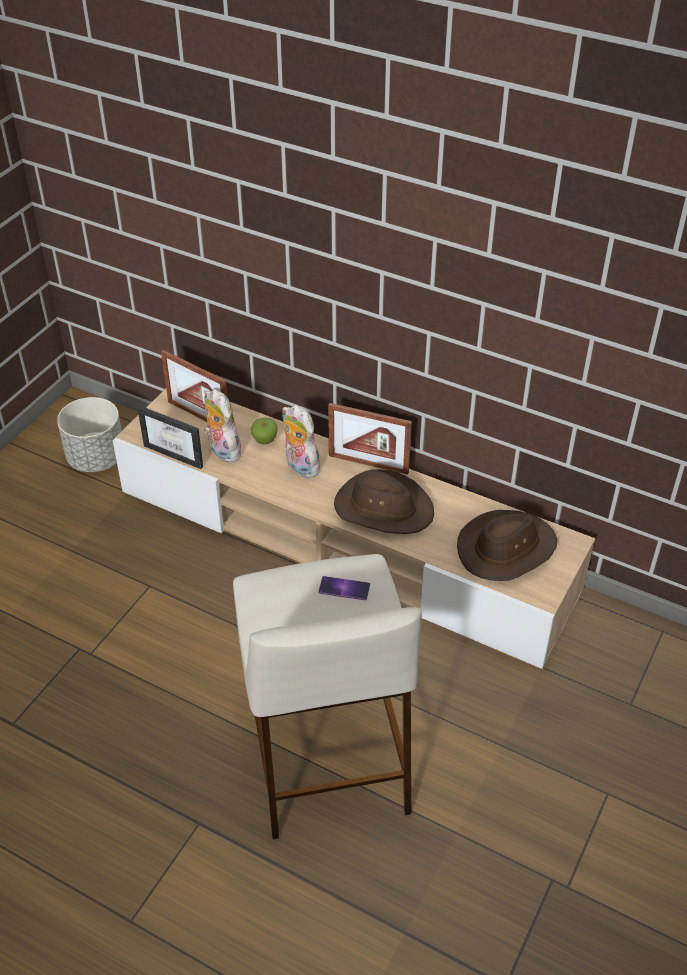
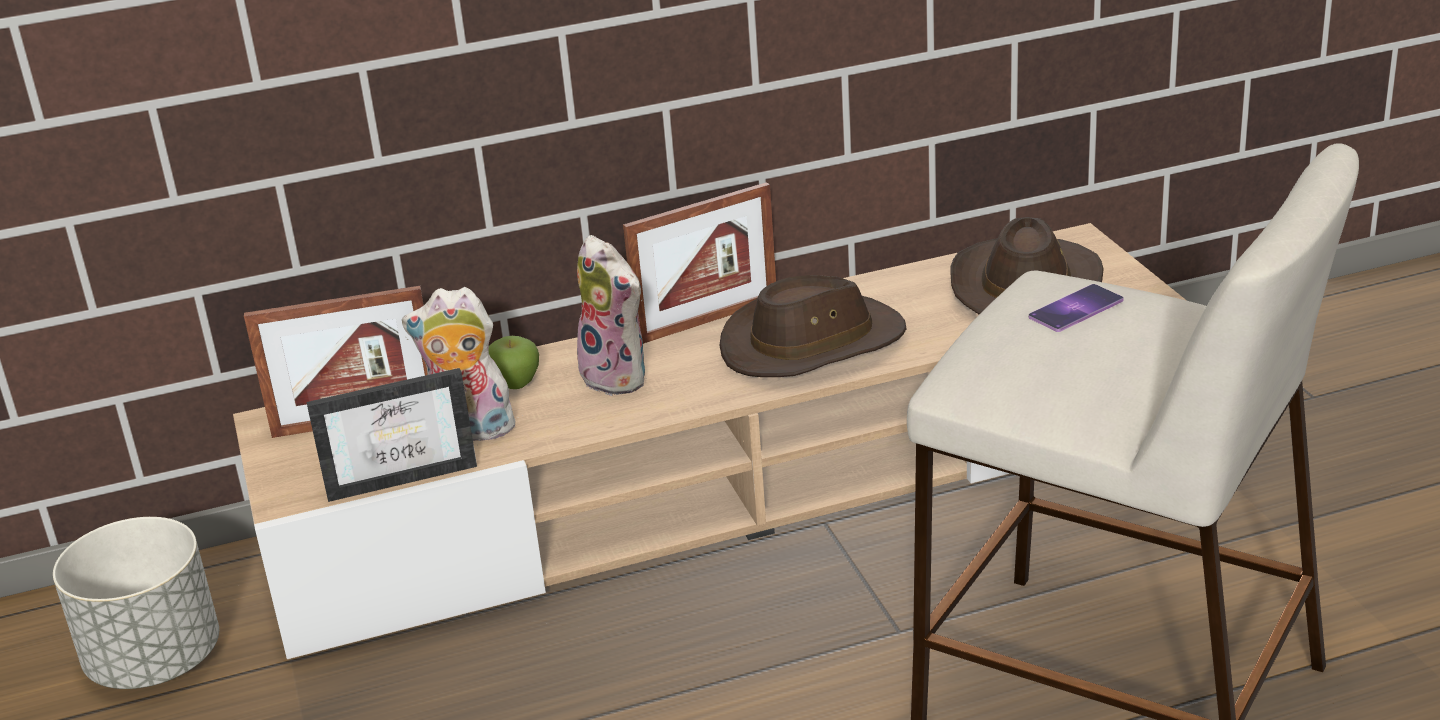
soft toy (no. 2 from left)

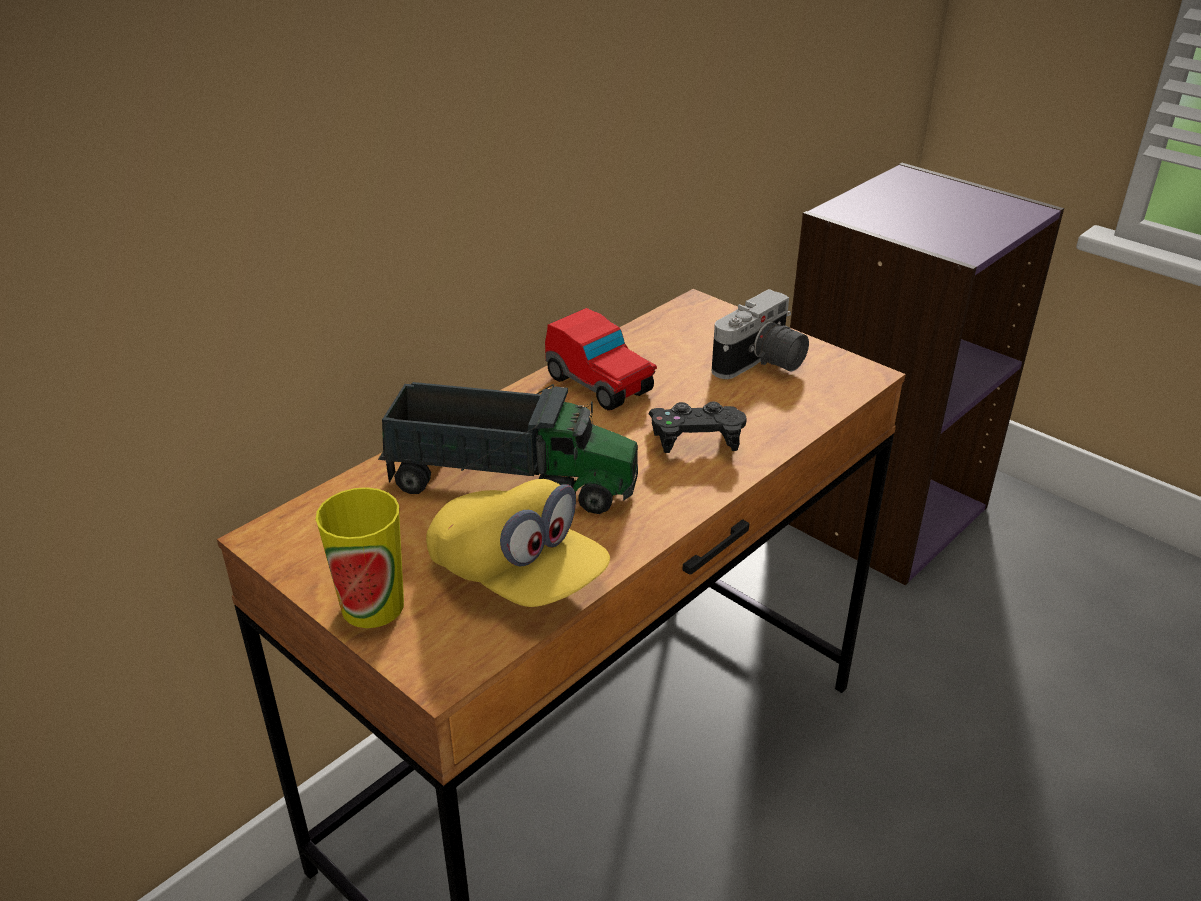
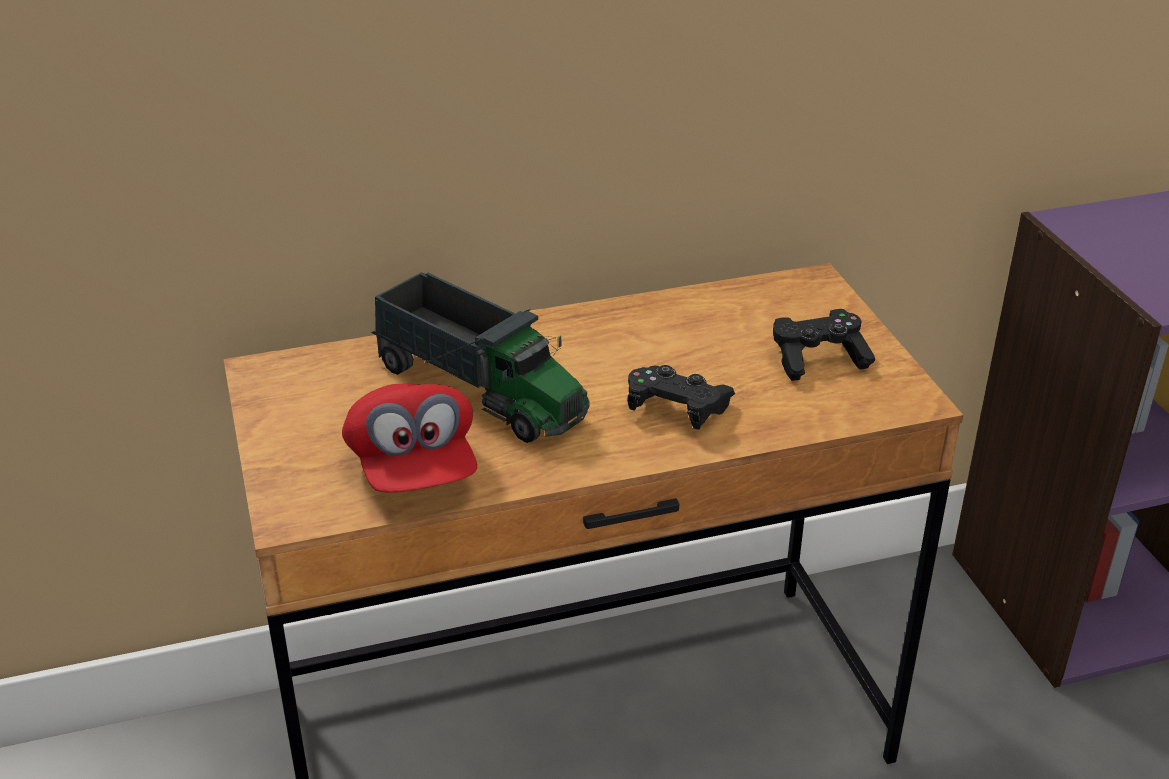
red-coloured peaked cap; black-coloured joypad (no. 2 from left); cup; toy car

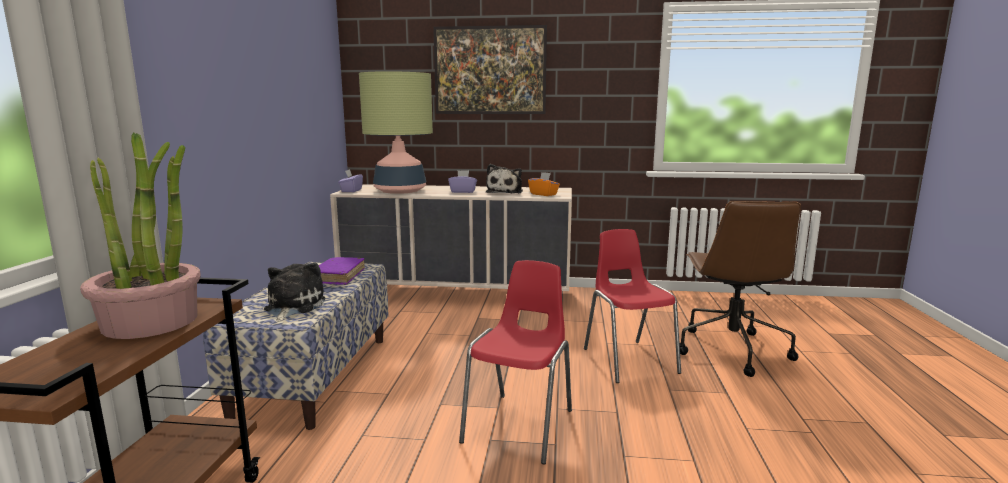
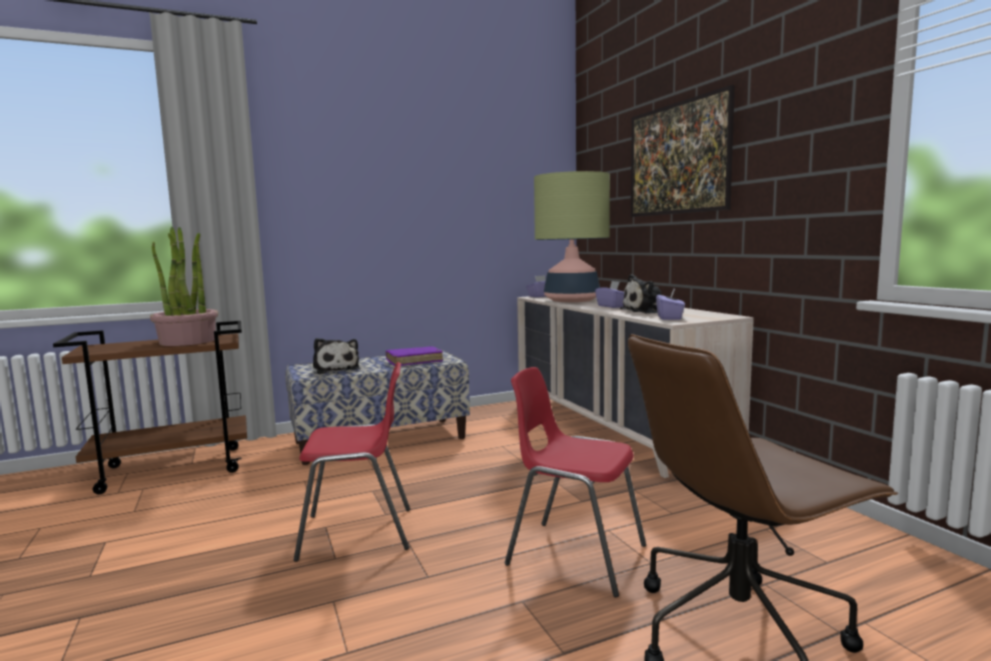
soft toy (no. 1 from left); red-coloured upright chair (no. 2 from left); purple-coloured tissue holder (no. 3 from left)

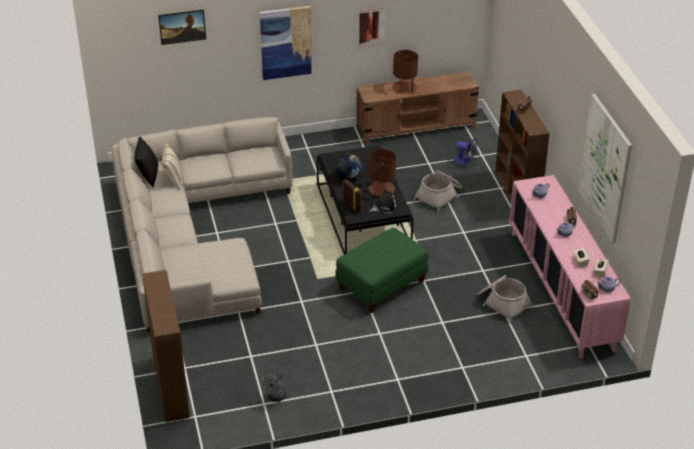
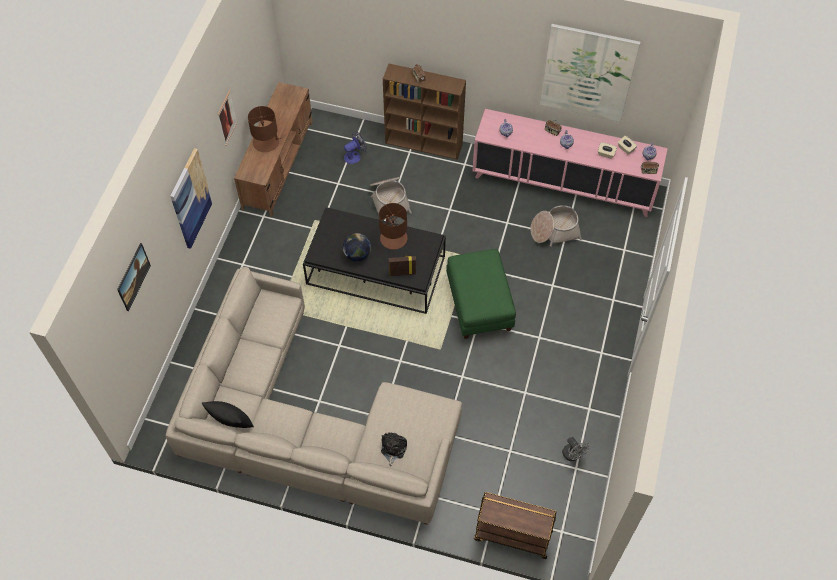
soft toy; brownish wheeled cart; sand-coloured pillow

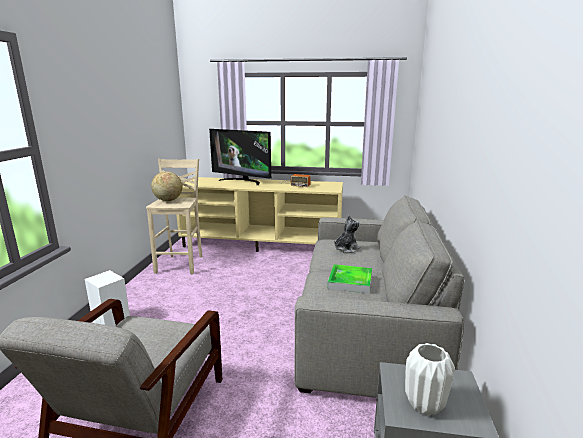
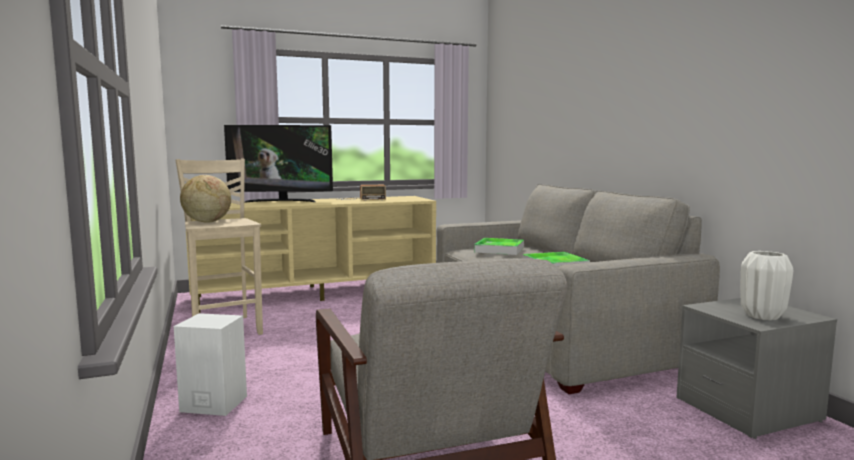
tray (no. 1 from left)

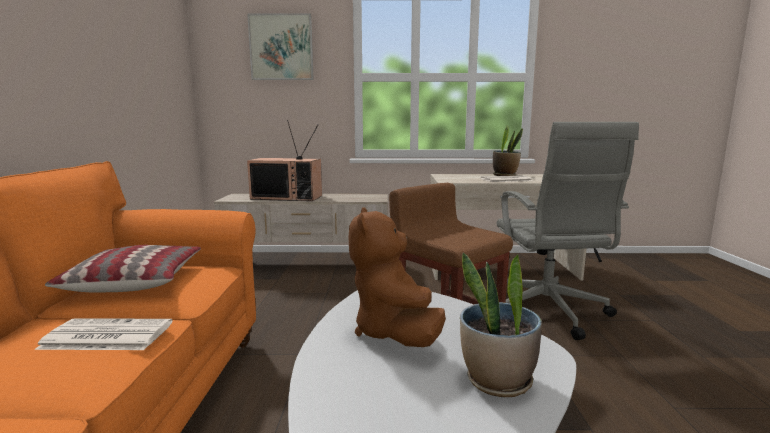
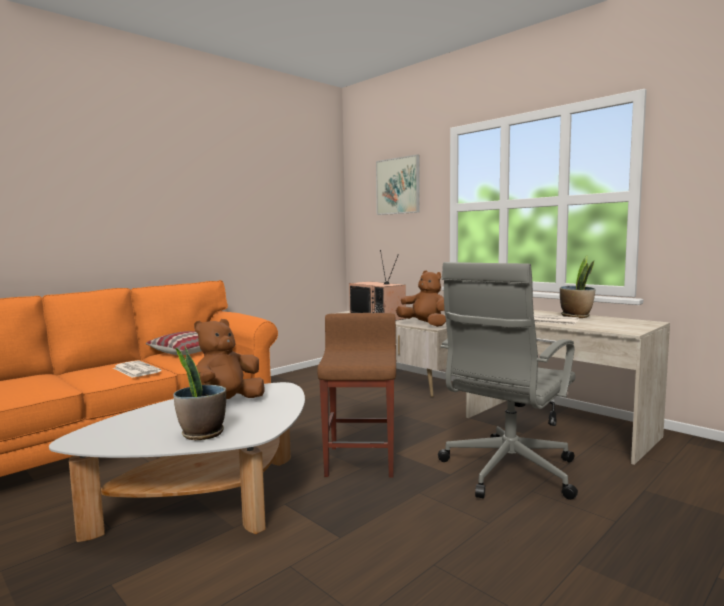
brownish soft toy (no. 2 from left)

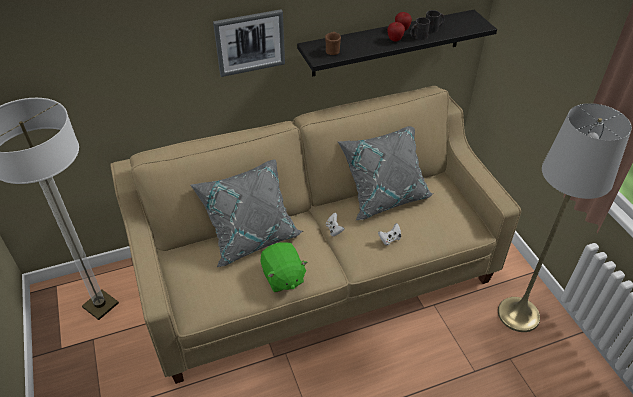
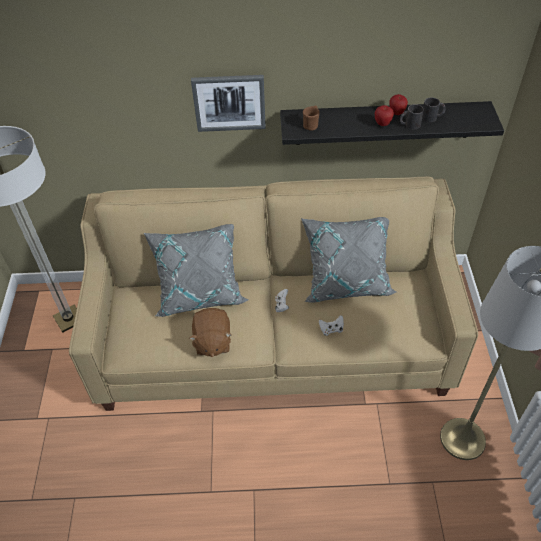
brownish soft toy

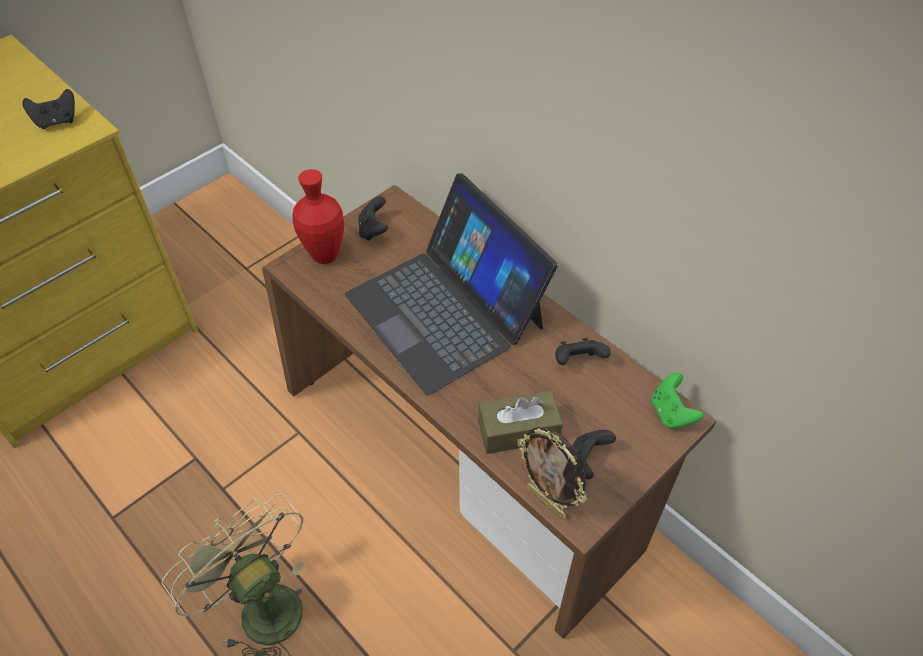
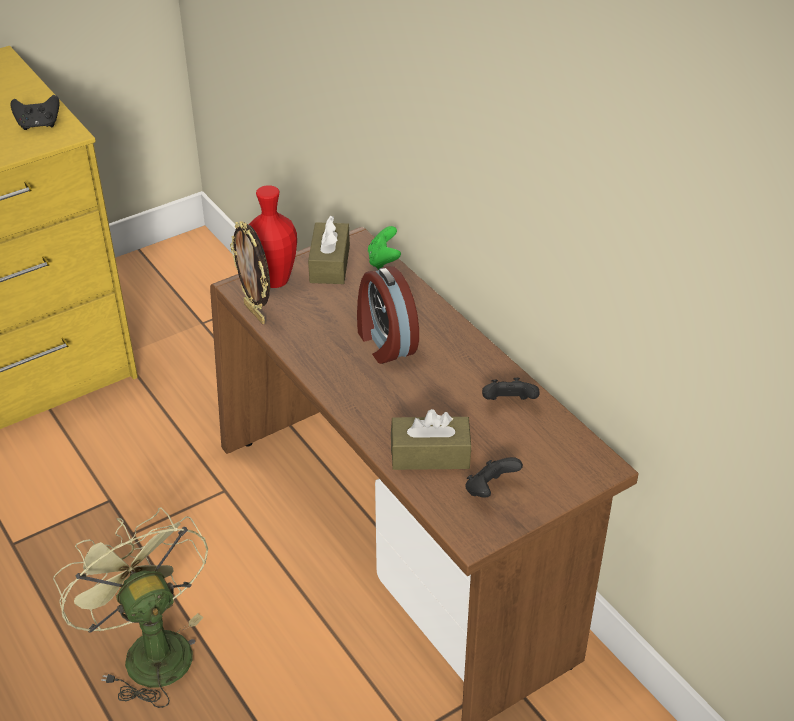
photo frame; brownish tissue holder (no. 1 from left); table clock; greenish joypad

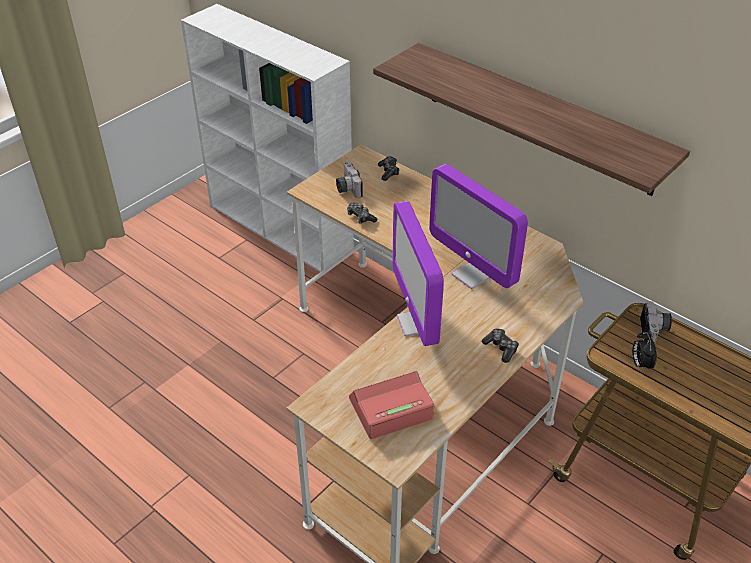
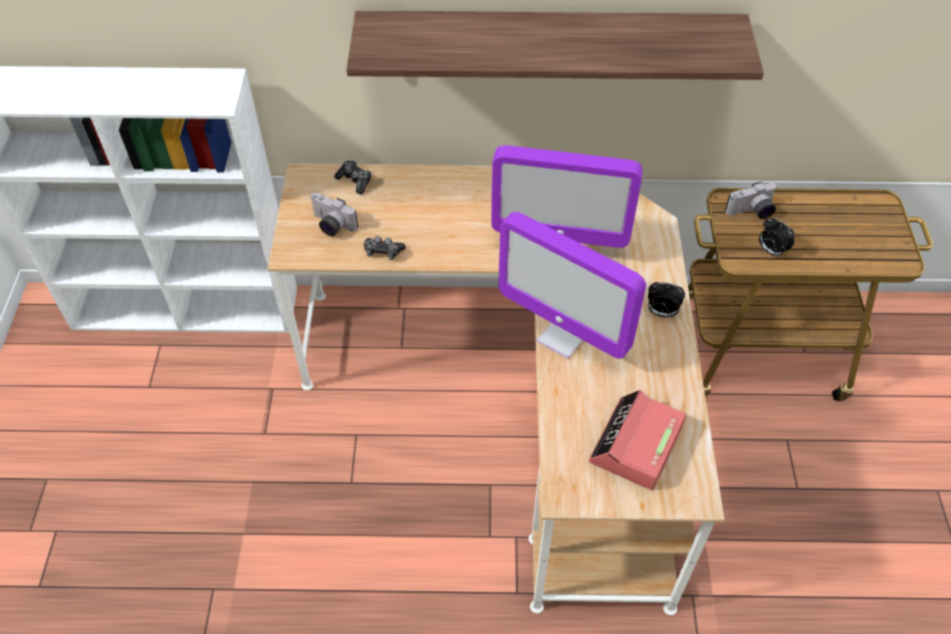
table clock (no. 2 from left); still camera (no. 2 from left)

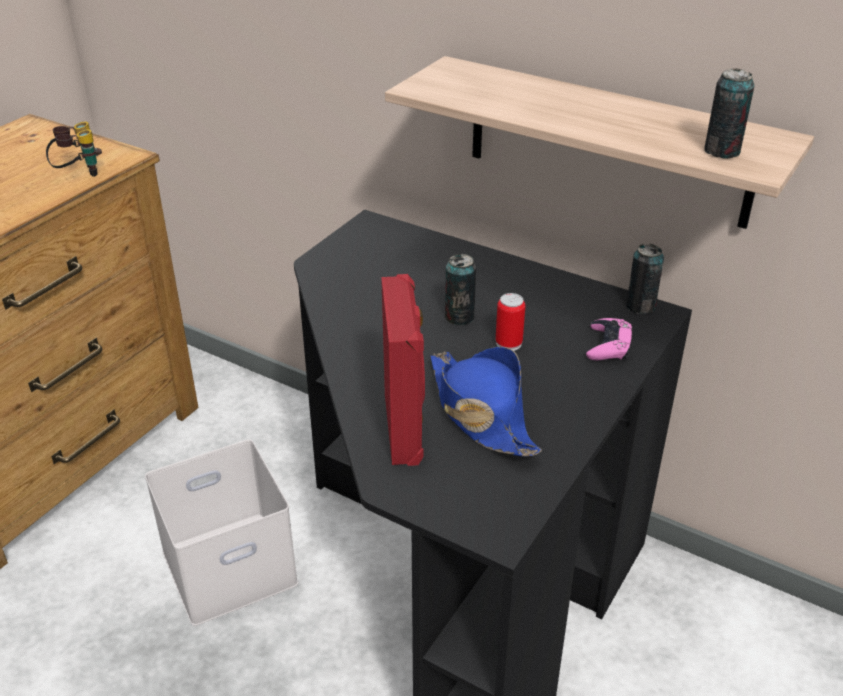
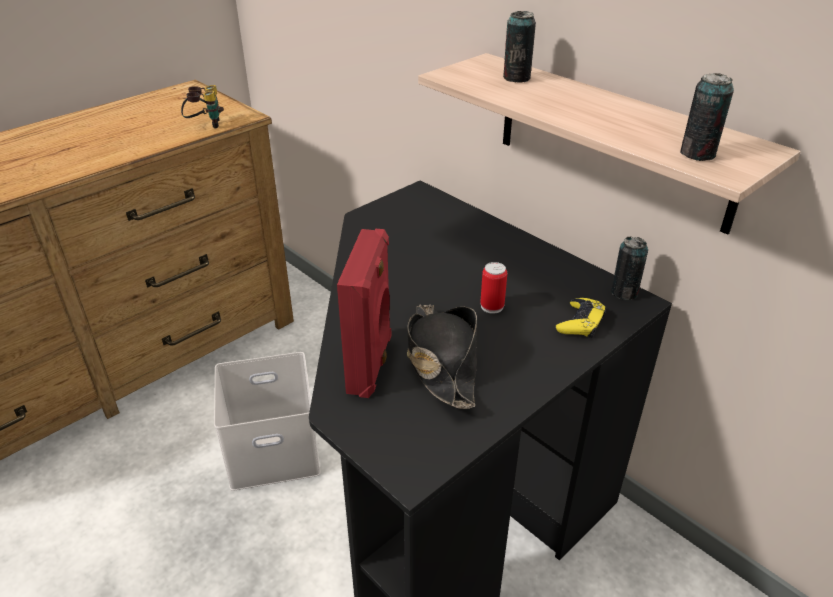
black-coloured wearable hat; sealed can (no. 2 from left); yellowish joypad

